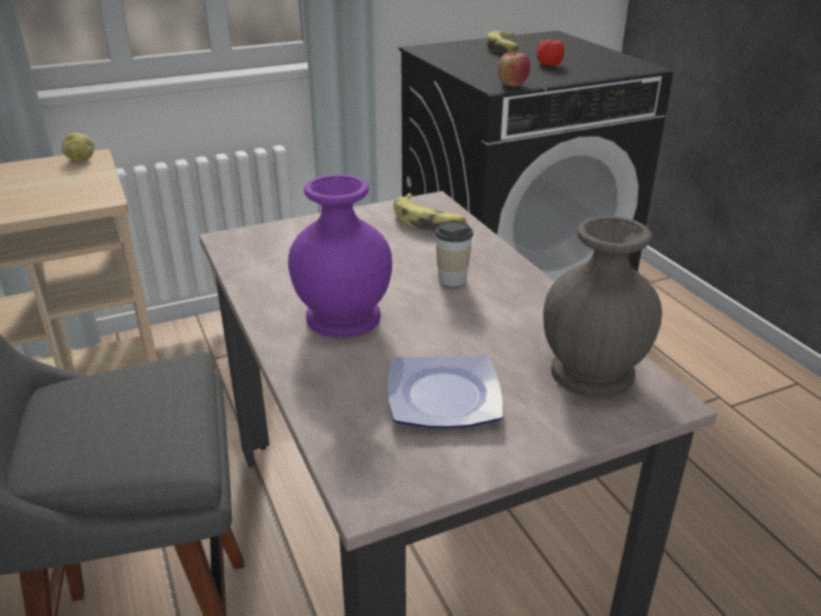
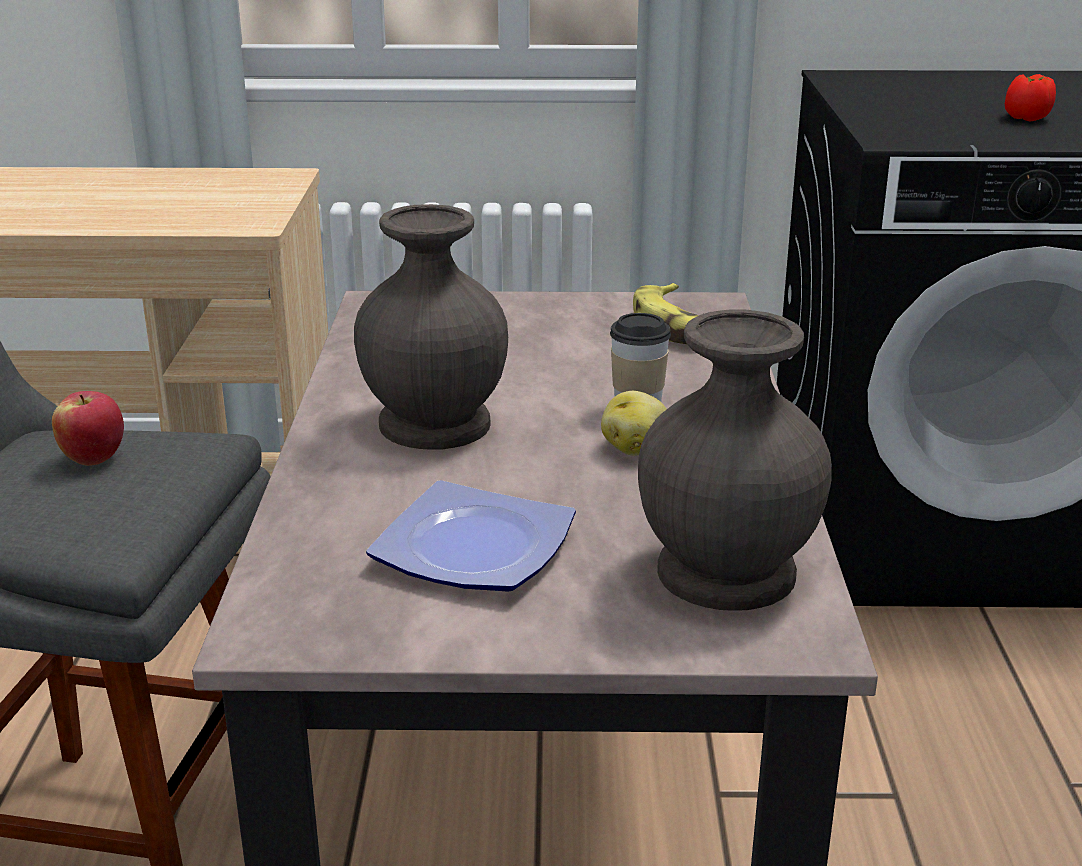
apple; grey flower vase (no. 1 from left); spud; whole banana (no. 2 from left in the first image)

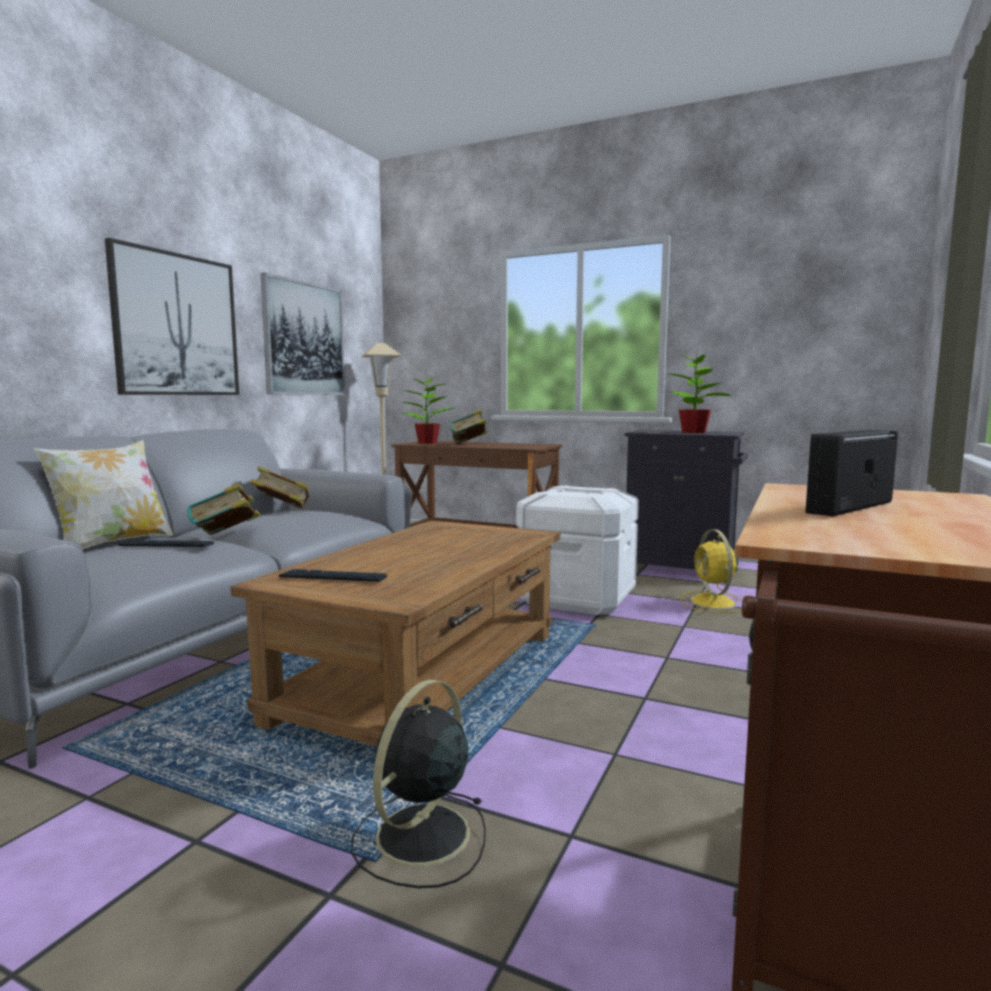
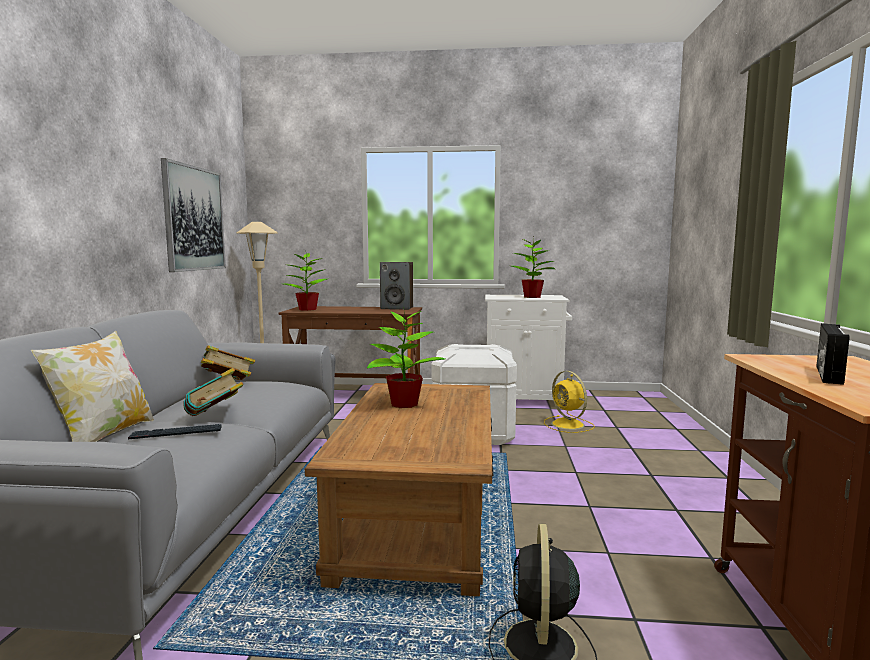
plant in a pot (no. 2 from left); speaker; white-coloured storage cabinet; wall art (no. 1 from left in the first image); PC keyboard (no. 2 from left in the first image); bound book (no. 3 from left in the first image)

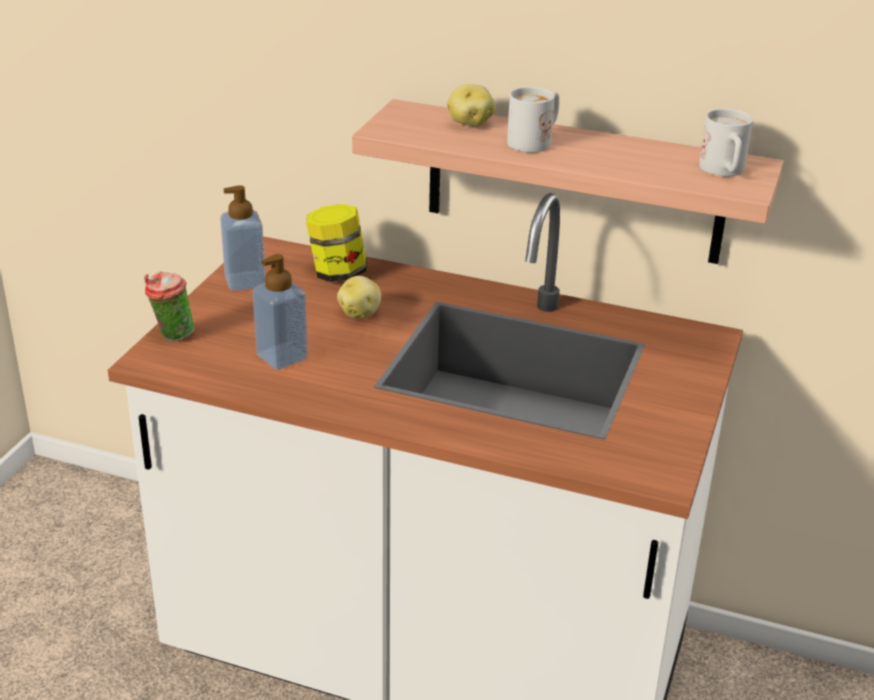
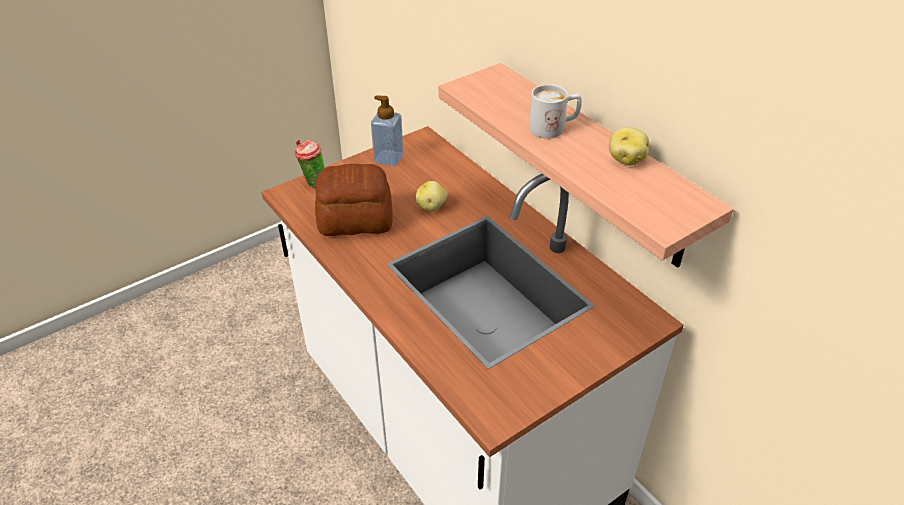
bakery bread; spud (no. 2 from left); preserve jar; white-coloured tea mug (no. 2 from left in the first image)

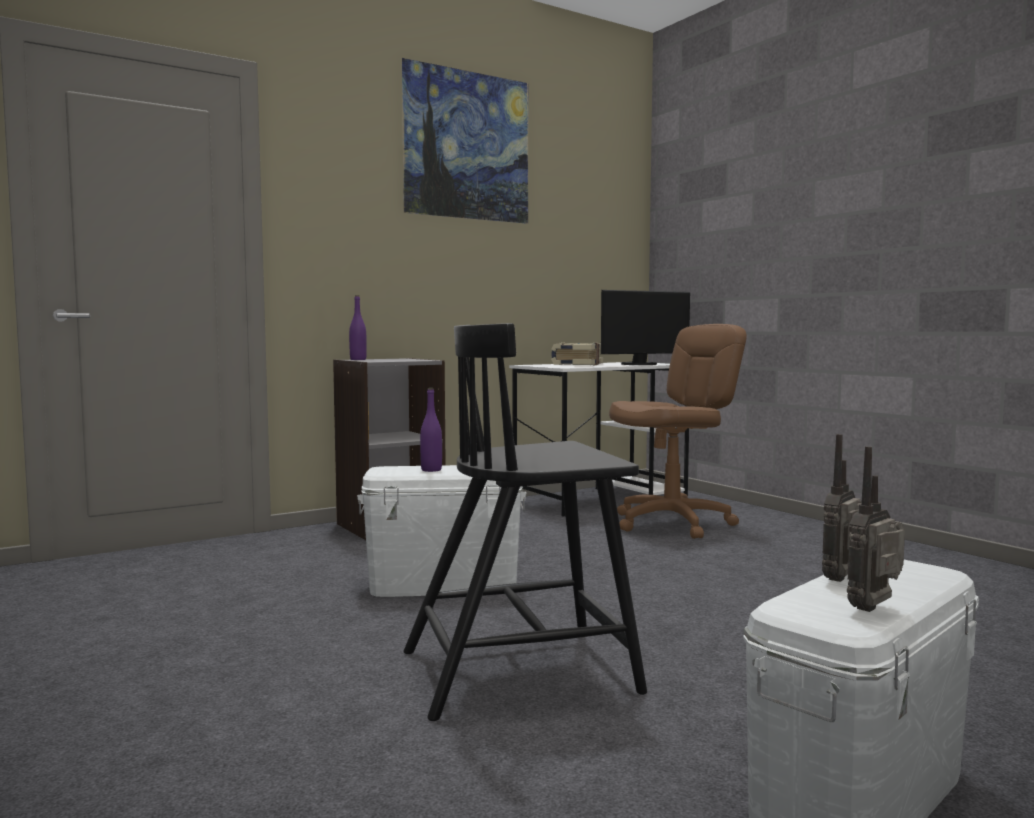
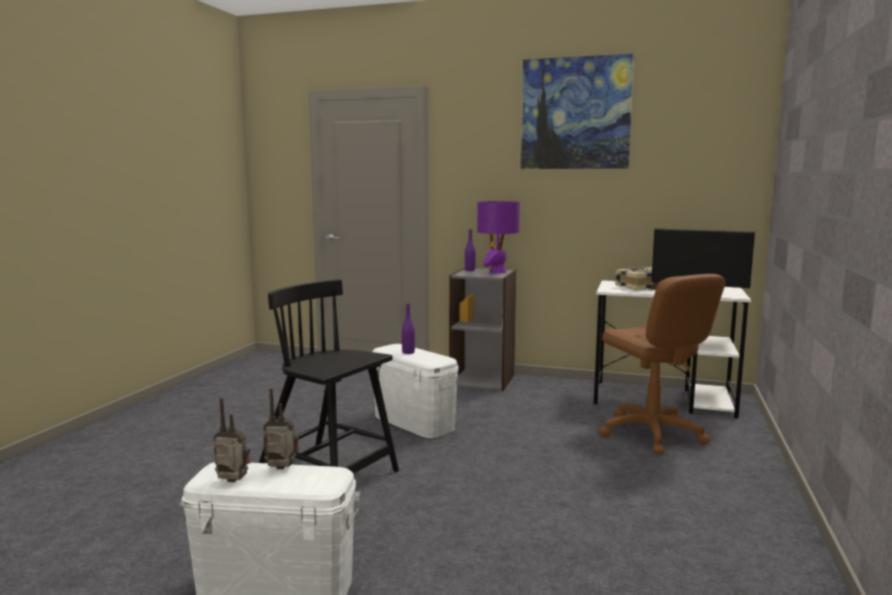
purple-coloured tabletop lamp; brownish desk chair

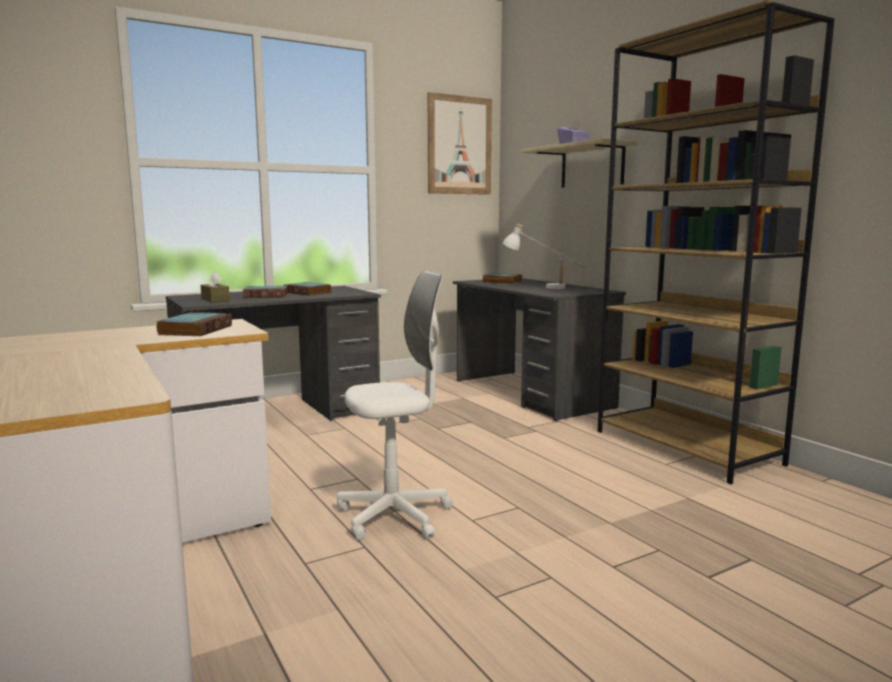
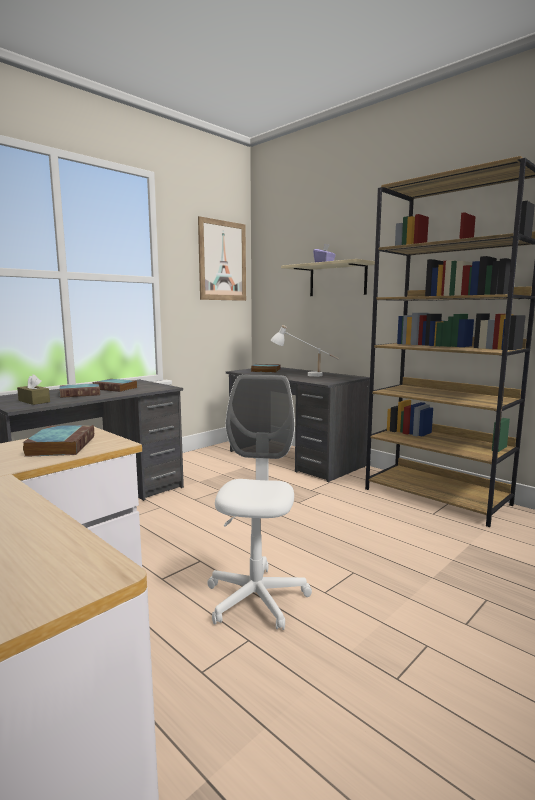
white-coloured desk chair

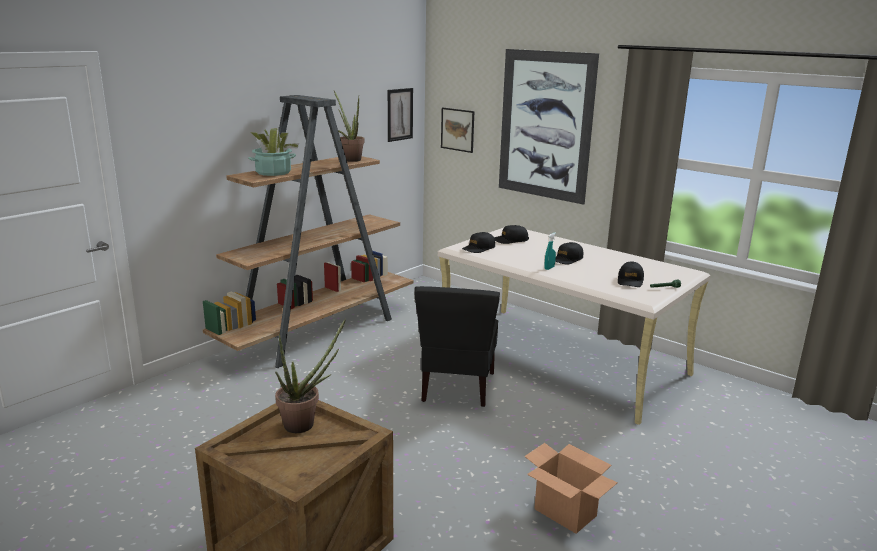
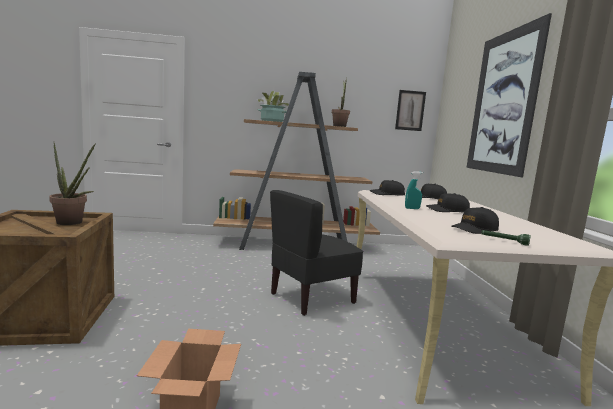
wall art (no. 2 from left in the first image)

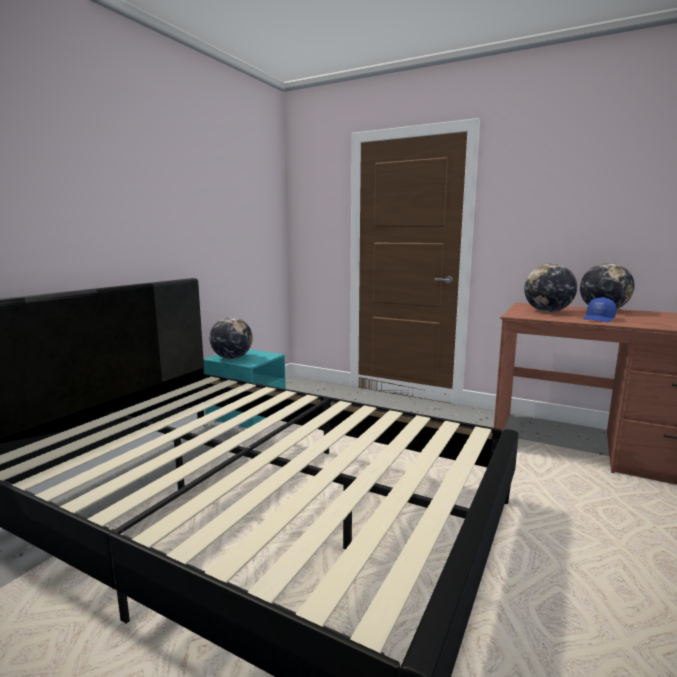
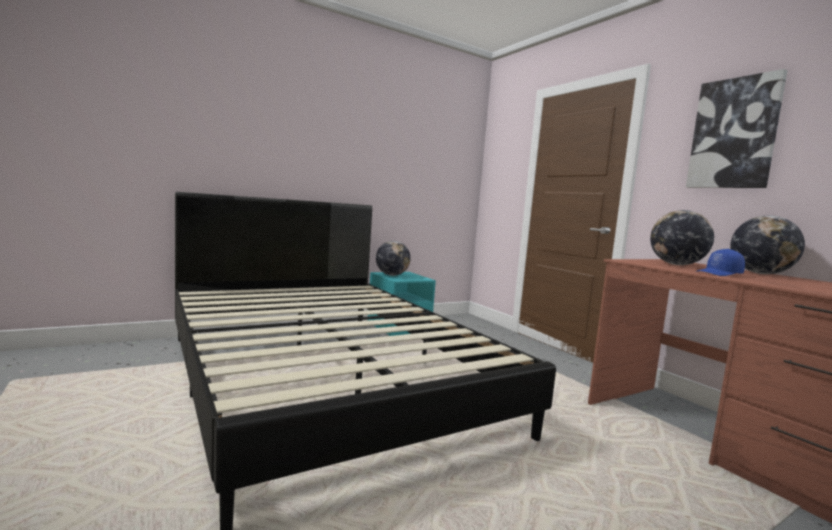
wall art

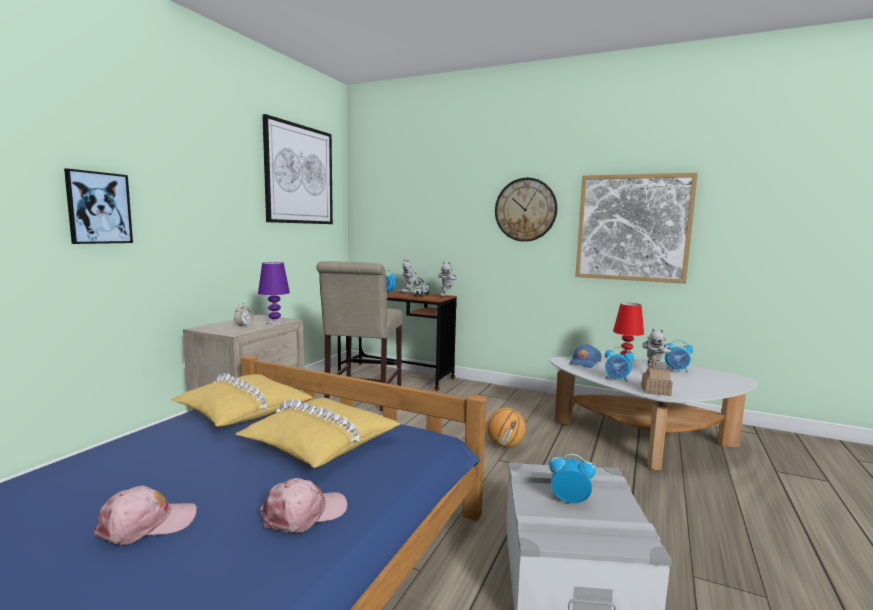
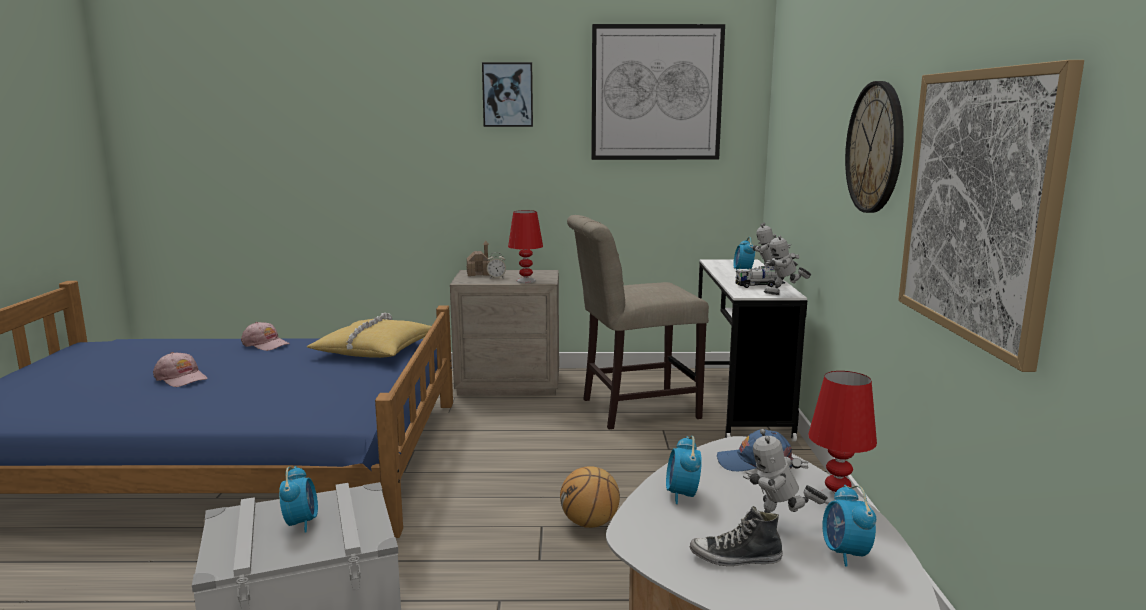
pinkish peaked cap (no. 2 from left); toy house; wall art (no. 1 from left); red-coloured tabletop lamp (no. 1 from left); item of footwear; white-coloured desk table; yellowish pillow (no. 2 from left in the first image)

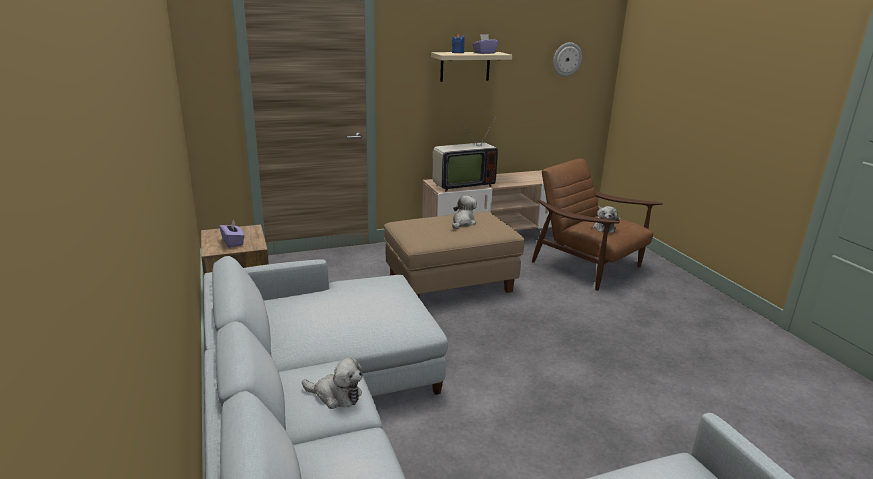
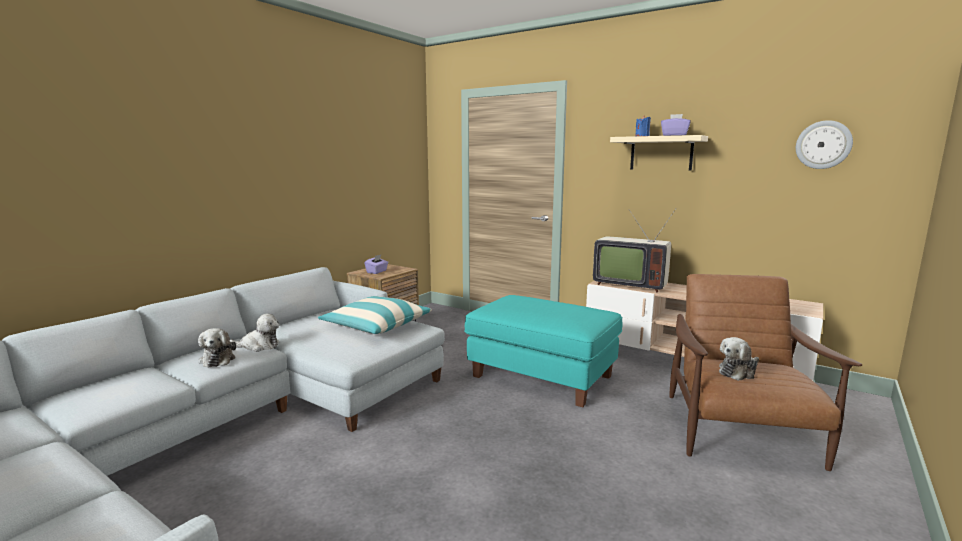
soft toy (no. 2 from left); pillow; blue-green footrest

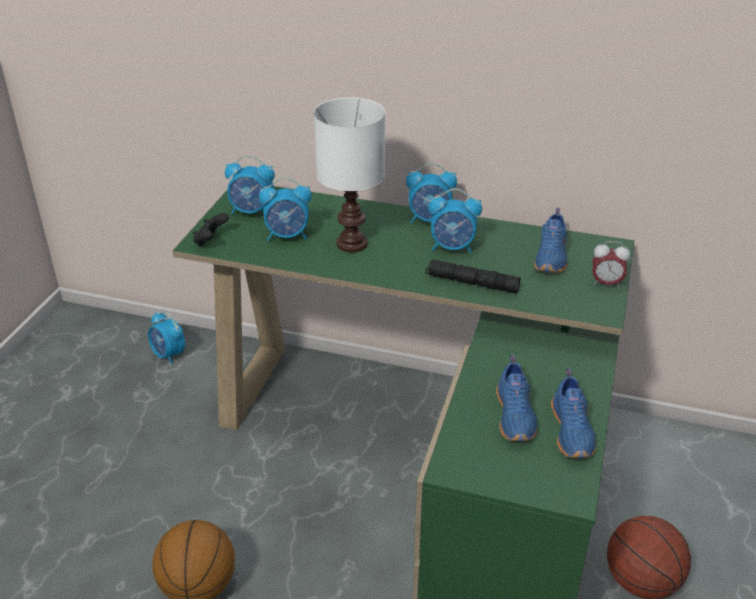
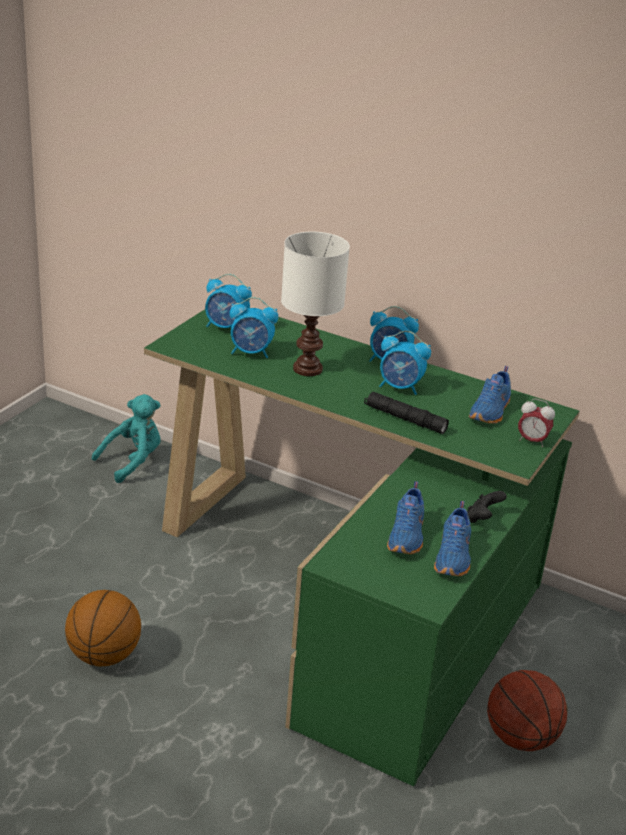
blue-green soft toy; black-coloured joypad

